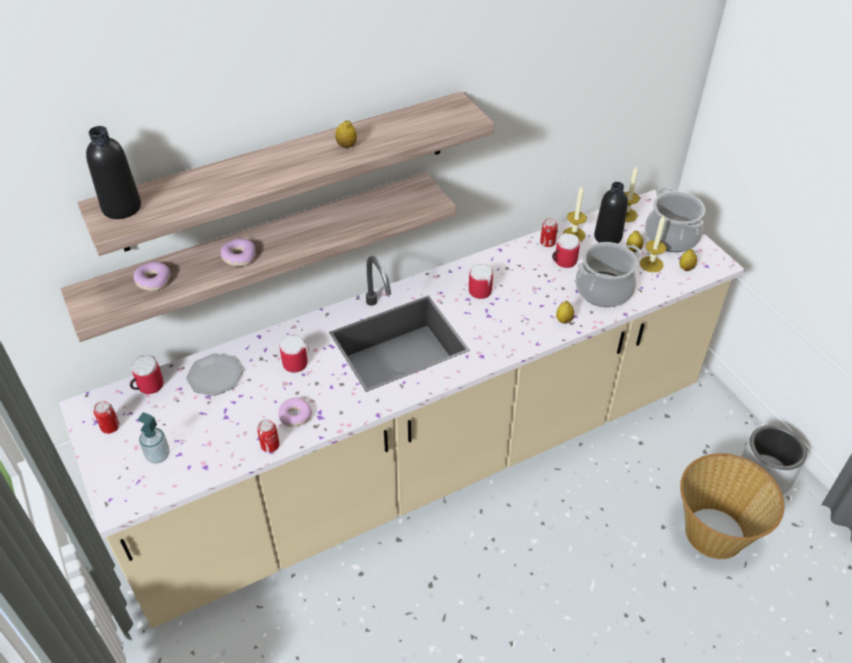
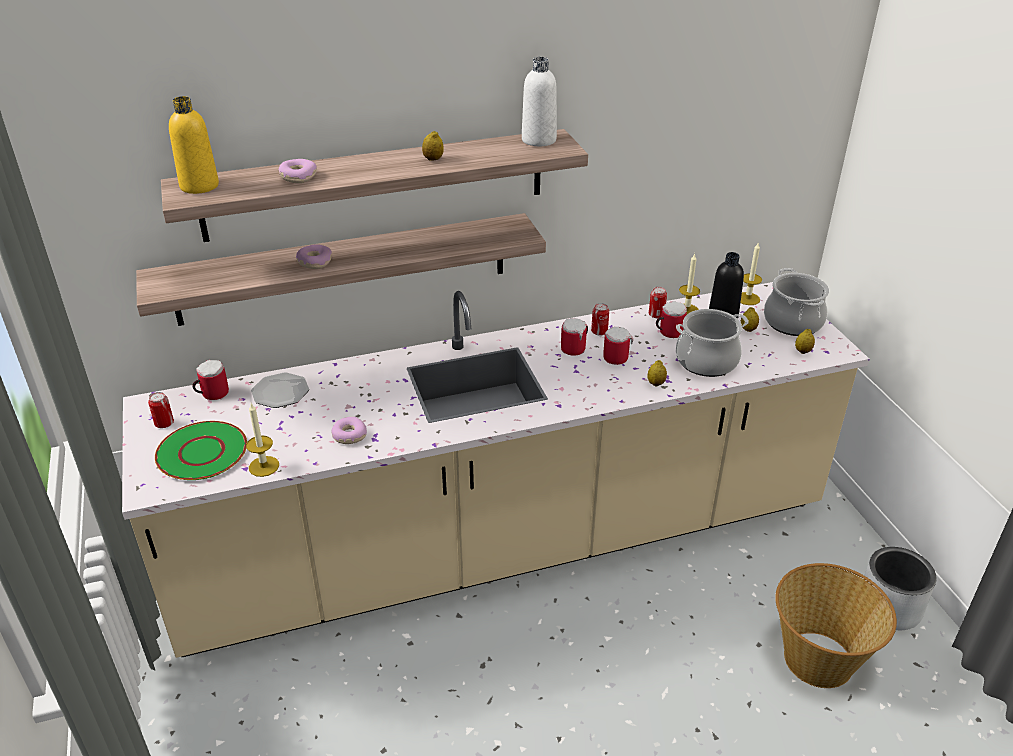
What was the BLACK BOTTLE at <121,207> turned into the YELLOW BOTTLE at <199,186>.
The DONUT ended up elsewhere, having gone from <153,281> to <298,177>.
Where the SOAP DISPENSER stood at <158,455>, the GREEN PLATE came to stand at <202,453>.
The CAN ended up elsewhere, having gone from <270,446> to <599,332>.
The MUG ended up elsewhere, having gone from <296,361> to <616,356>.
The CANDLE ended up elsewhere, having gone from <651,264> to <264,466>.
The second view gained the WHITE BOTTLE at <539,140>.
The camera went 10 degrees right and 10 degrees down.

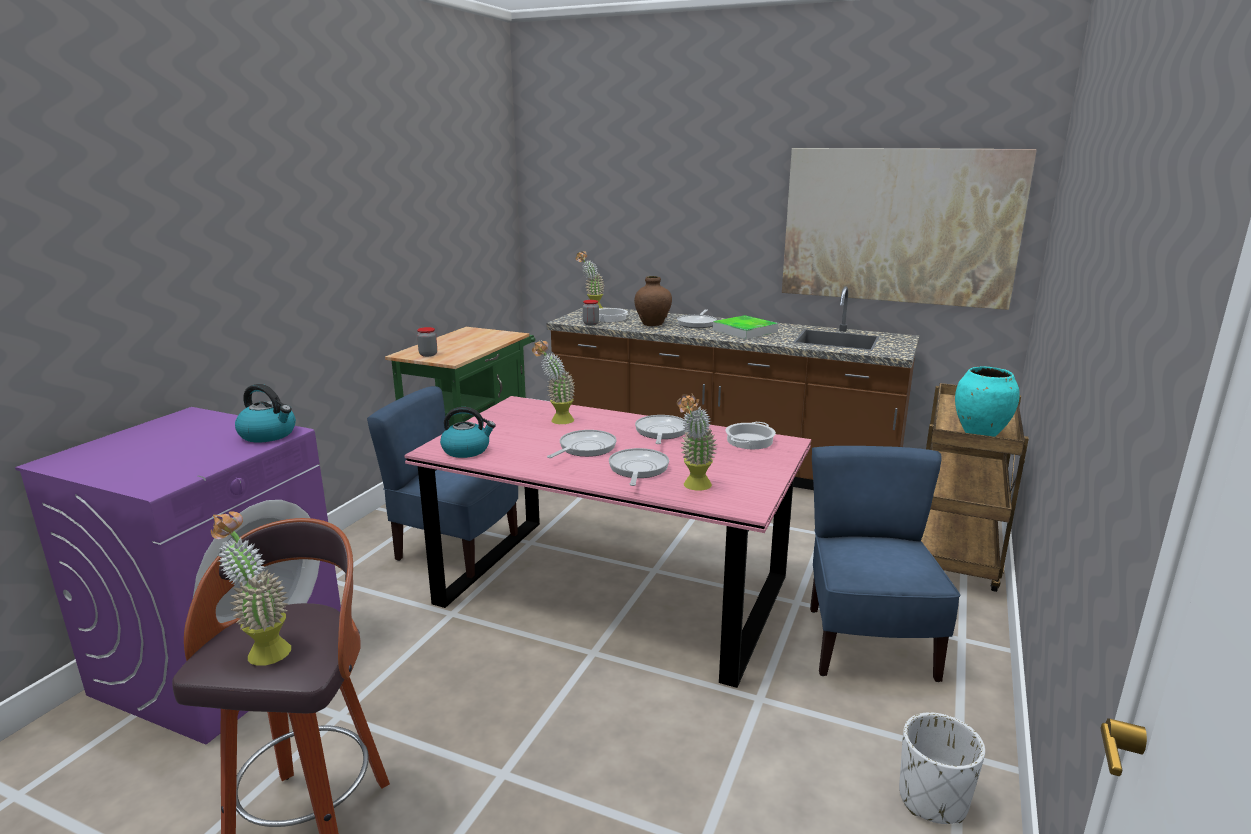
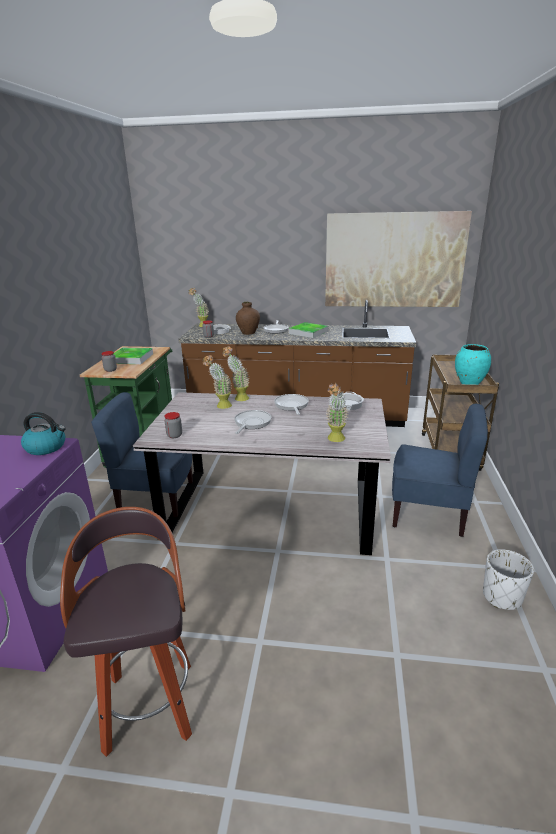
The POTTED PLANT ended up elsewhere, having gone from <262,649> to <238,398>.
What was the PINK DINING TABLE at <613,591> turned into the GREY DINING TABLE at <271,509>.
Where the KETTLE stood at <467,450>, the JAR came to stand at <174,435>.
The second view lost the FRYING PAN at <638,469>.
The BLUE CHAIR at <867,643> ended up facing another way, 120 degrees clockwise from before.
The second view gained the TRAY at <131,358>.
The camera went 15 degrees left and 5 degrees up.

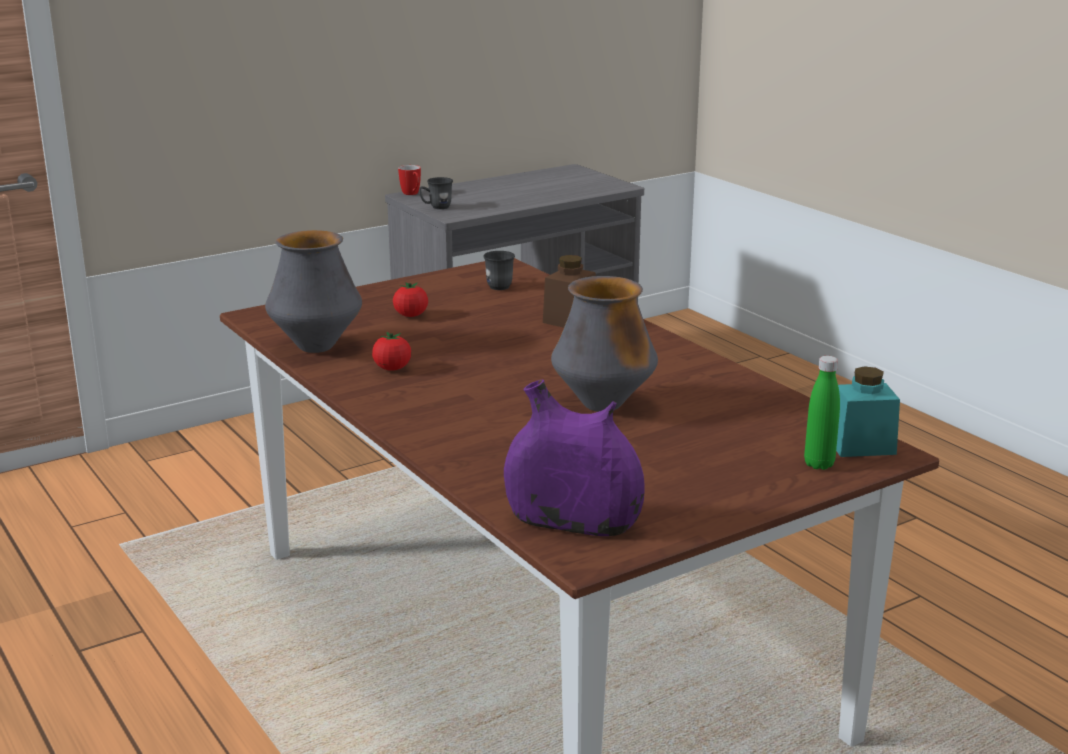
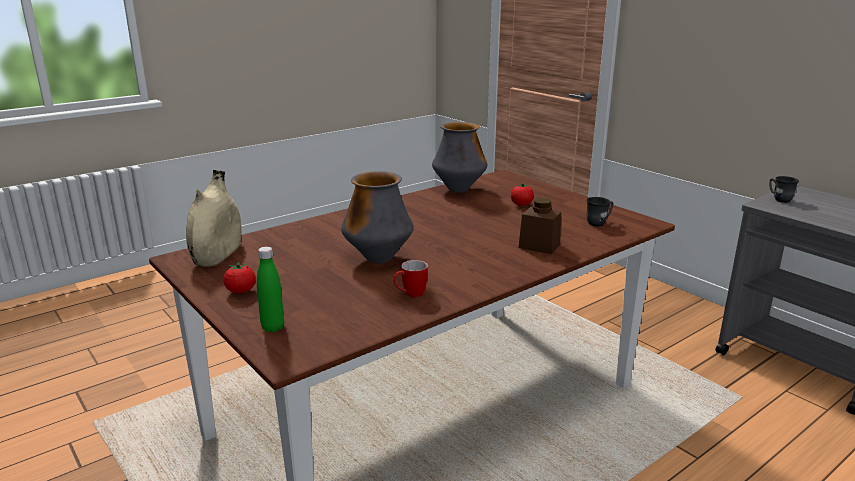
The TOMATO ended up elsewhere, having gone from <392,368> to <241,291>.
The MUG ended up elsewhere, having gone from <412,194> to <410,295>.
What was the PURPLE VASE at <572,522> turned into the BEIGE VASE at <217,254>.
The second view lost the TURQUOISE JAR at <861,446>.
The camera went 85 degrees right and 0 degrees up.

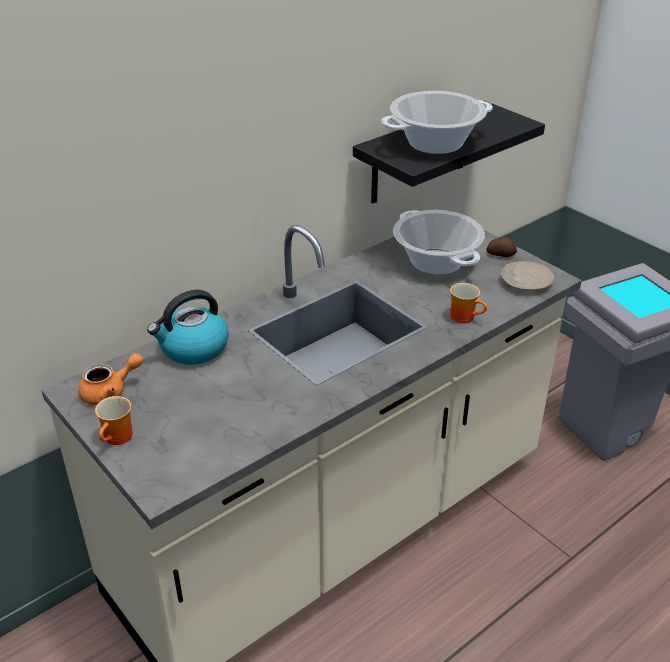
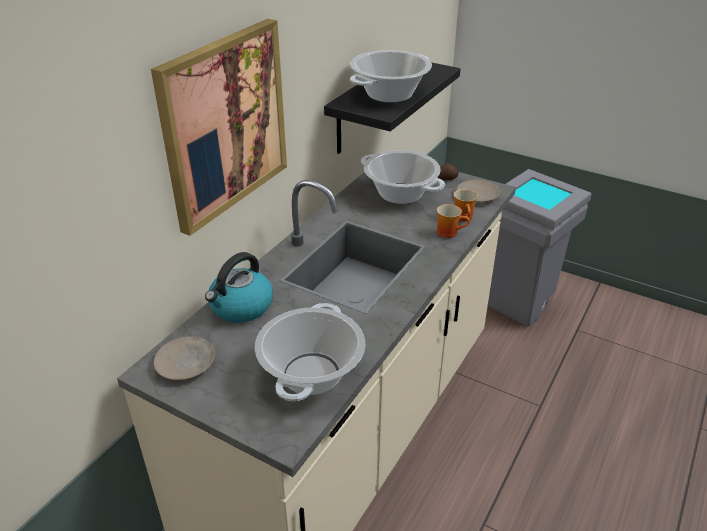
Where the ORANGE TEAPOT stood at <110,392>, the BEIGE PLATE came to stand at <186,363>.
The MUG ended up elsewhere, having gone from <119,438> to <465,218>.
The second view gained the PICTURE at <224,124>.
The second view gained the COOKING POT at <311,373>.
The camera went 20 degrees left and 0 degrees up.

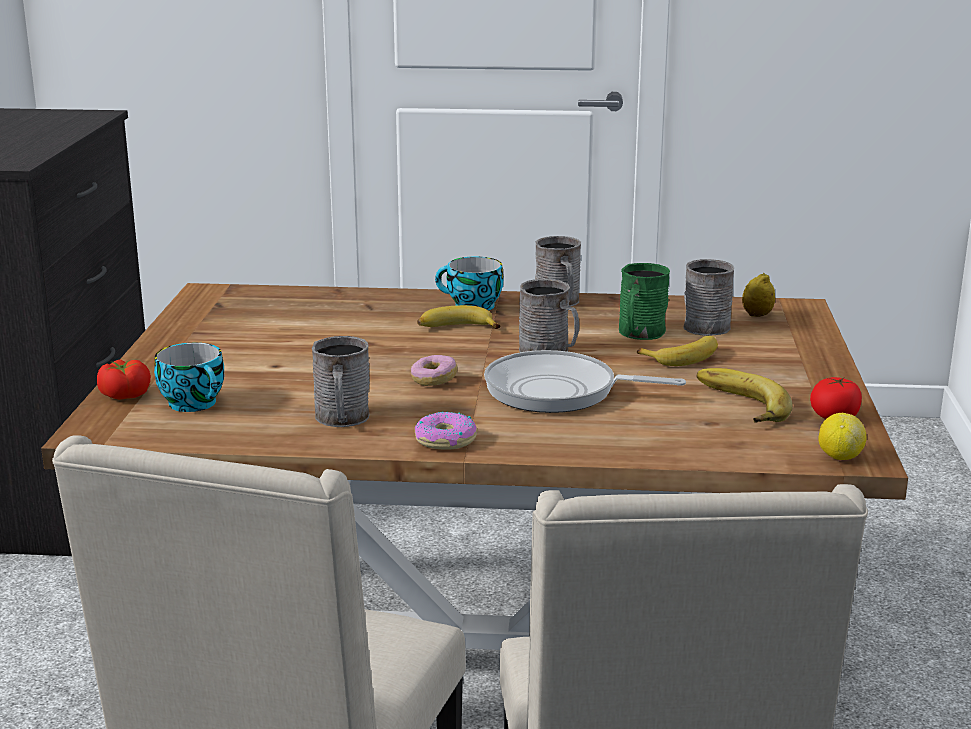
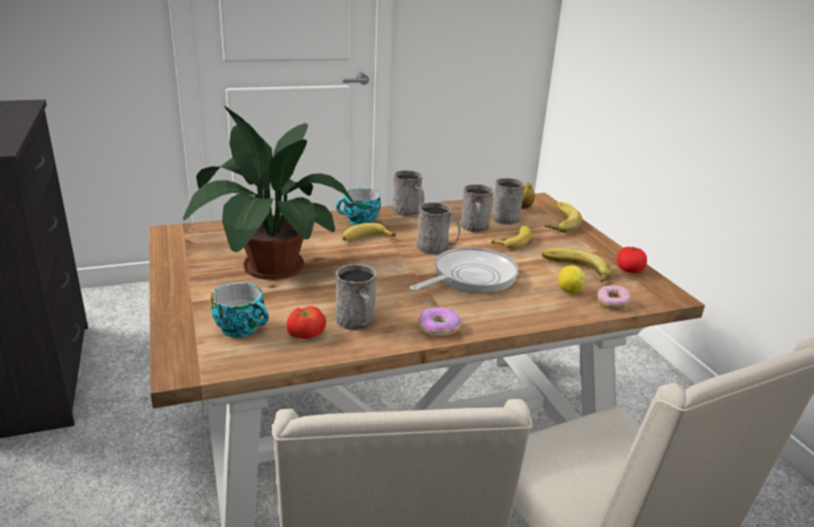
The TOMATO ended up elsewhere, having gone from <125,394> to <305,333>.
The DONUT ended up elsewhere, having gone from <434,380> to <612,304>.
The FRYING PAN at <558,392> ended up facing another way, 150 degrees clockwise from before.
What was the GREEN MUG at <640,333> turned into the GREY MUG at <475,228>.
The LEMON ended up elsewhere, having gone from <839,456> to <569,291>.
The second view gained the POTTED PLANT at <268,266>.
The second view gained the BANANA at <558,221>.
The camera went 25 degrees left and 5 degrees up.

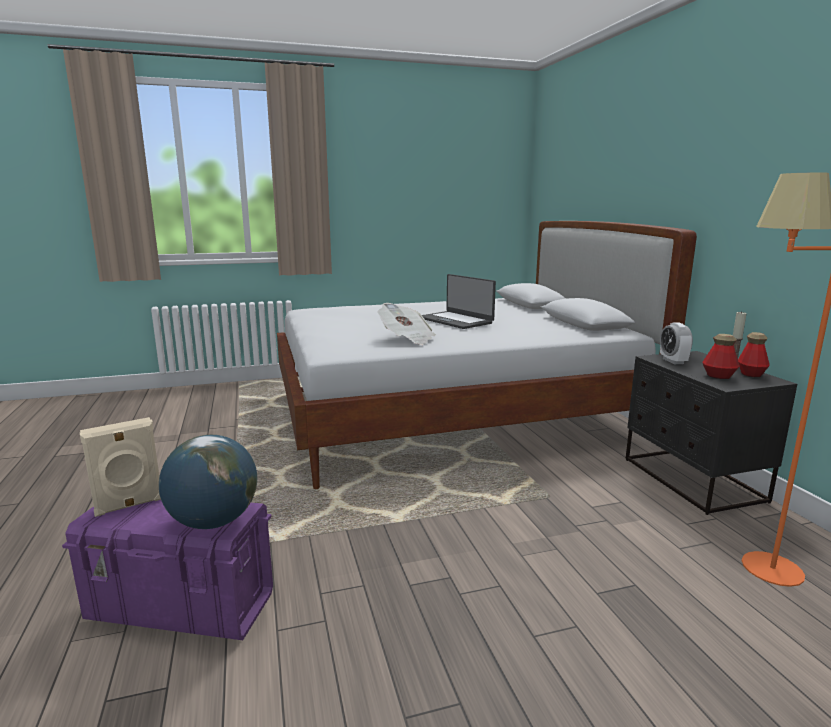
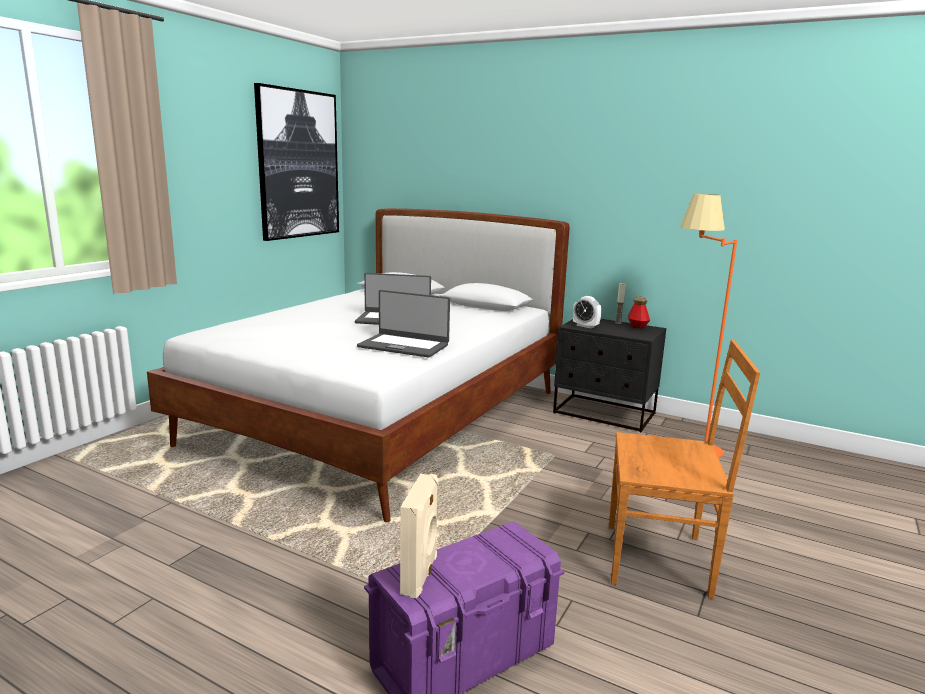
The second view lost the GLOBE at <214,522>.
Where the NEWSPAPER stood at <407,339>, the LAPTOP came to stand at <404,346>.
The second view lost the BOTTLE at <718,376>.
The second view gained the PICTURE at <298,164>.
The second view gained the BROWN CHAIR at <661,560>.
The camera went 45 degrees left and 0 degrees up.

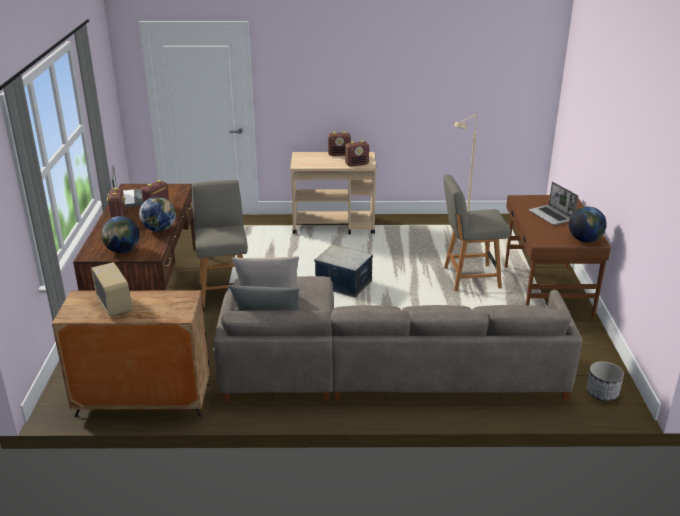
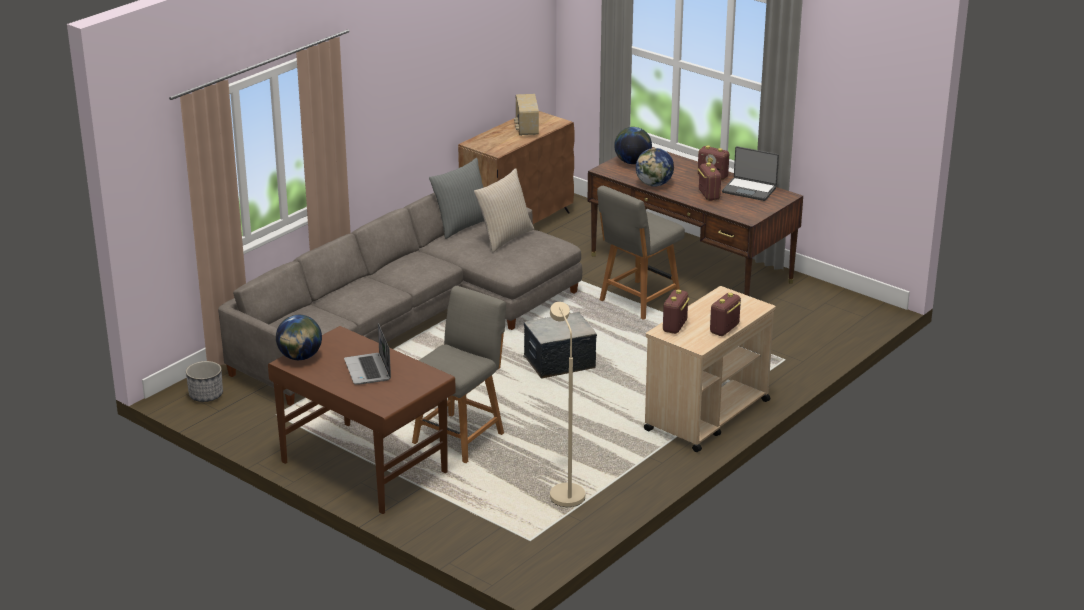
The RADIO at <114,304> ended up facing another way, 75 degrees clockwise from before.
The GREY CHAIR at <224,291> ended up facing another way, 105 degrees clockwise from before.
The LAPTOP at <551,216> ended up facing another way, 120 degrees counterclockwise from before.
The camera went 130 degrees right and 0 degrees up.

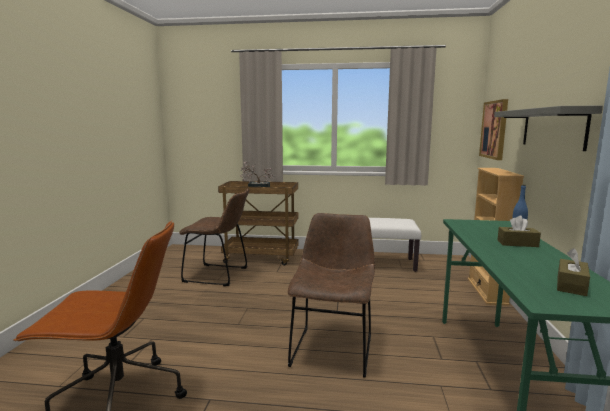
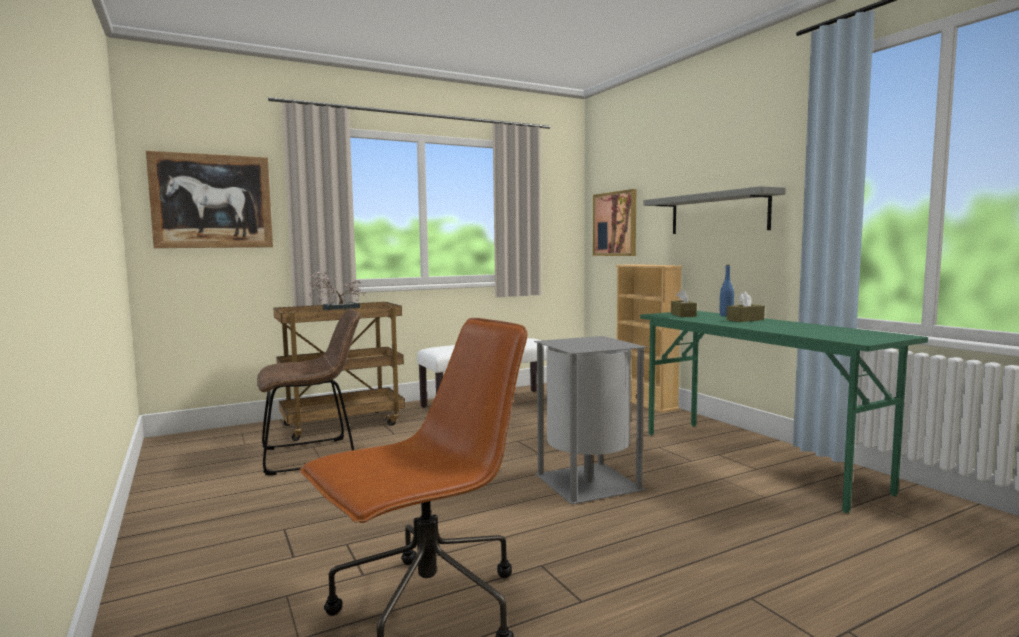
Where the BROWN CHAIR stood at <333,348>, the GREY TRASH CAN came to stand at <588,482>.
The BROWN TISSUE BOX ended up elsewhere, having gone from <571,285> to <683,315>.
The second view gained the PICTURE at <212,201>.
The camera went 35 degrees left and 5 degrees down.

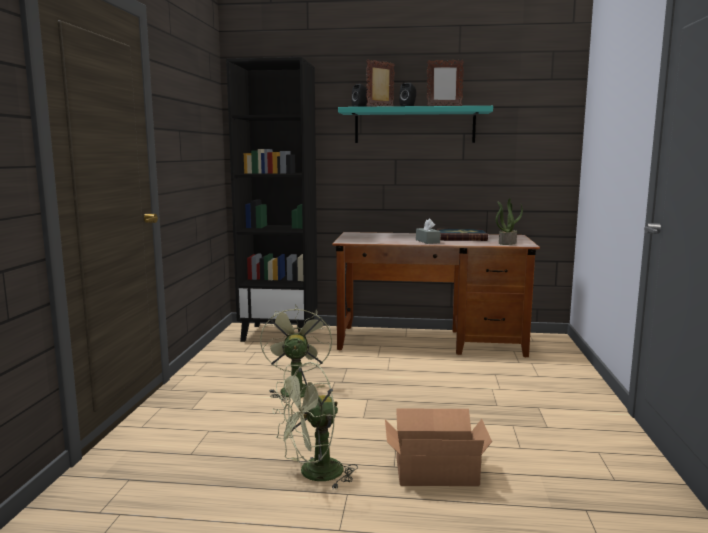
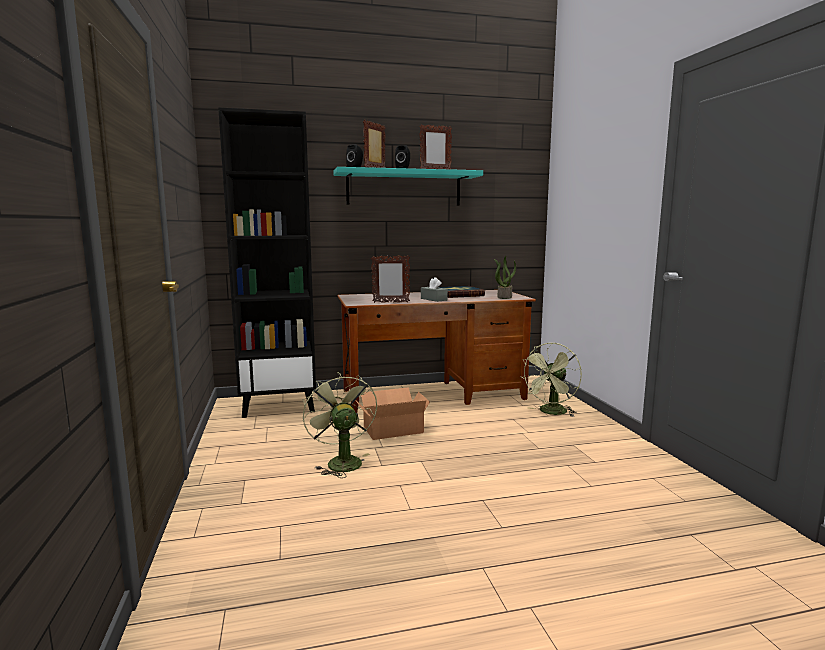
The GREEN FAN ended up elsewhere, having gone from <313,474> to <551,413>.
The CARDBOARD BOX ended up elsewhere, having gone from <434,470> to <391,429>.
The second view gained the PICTURE FRAME at <390,302>.
The camera went 20 degrees left and 0 degrees up.

